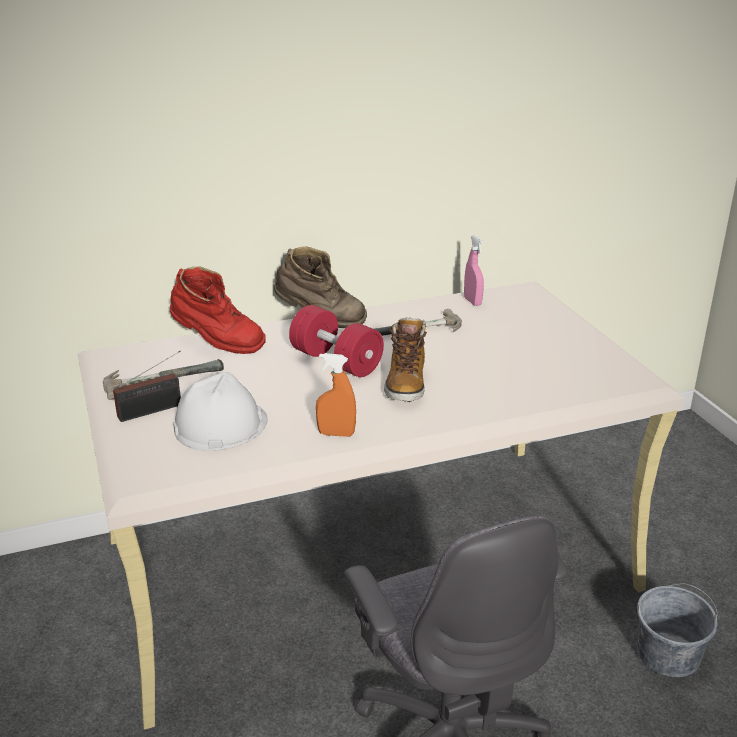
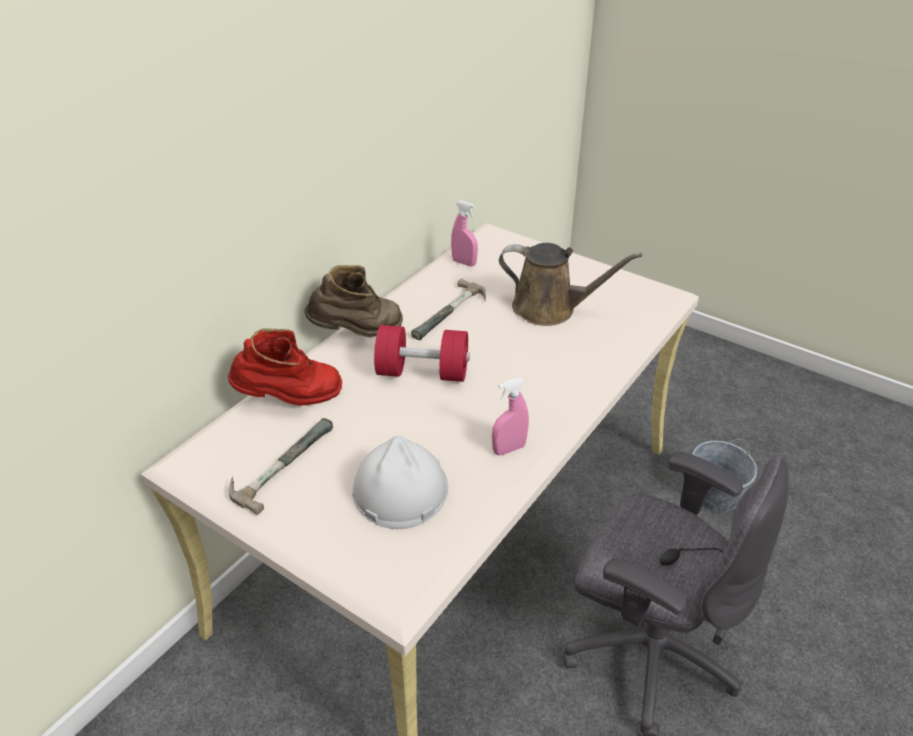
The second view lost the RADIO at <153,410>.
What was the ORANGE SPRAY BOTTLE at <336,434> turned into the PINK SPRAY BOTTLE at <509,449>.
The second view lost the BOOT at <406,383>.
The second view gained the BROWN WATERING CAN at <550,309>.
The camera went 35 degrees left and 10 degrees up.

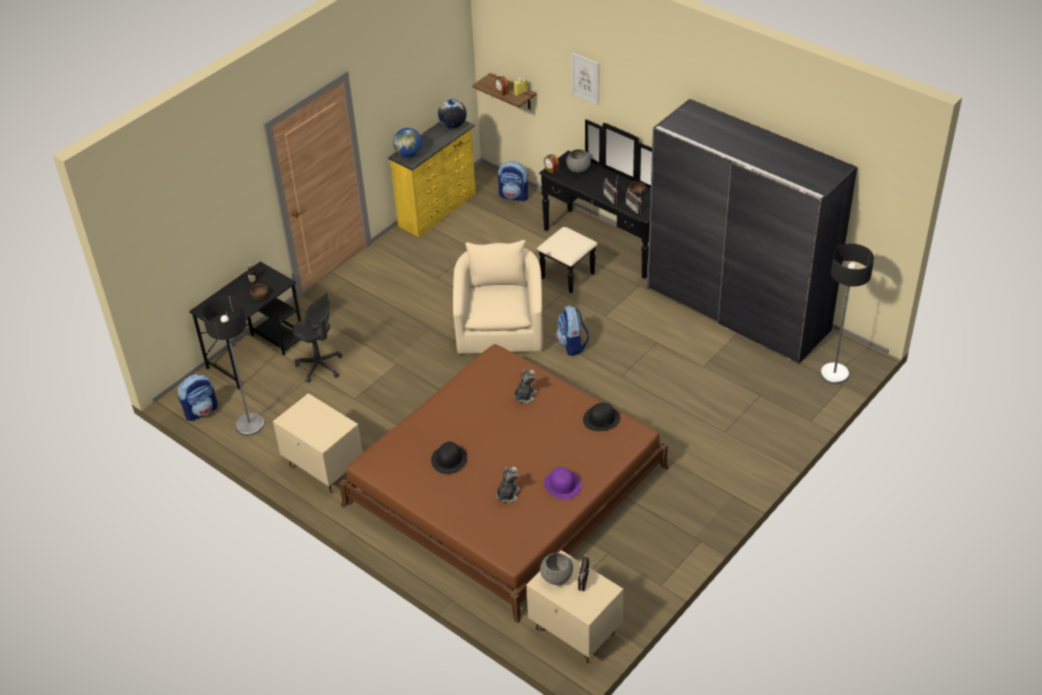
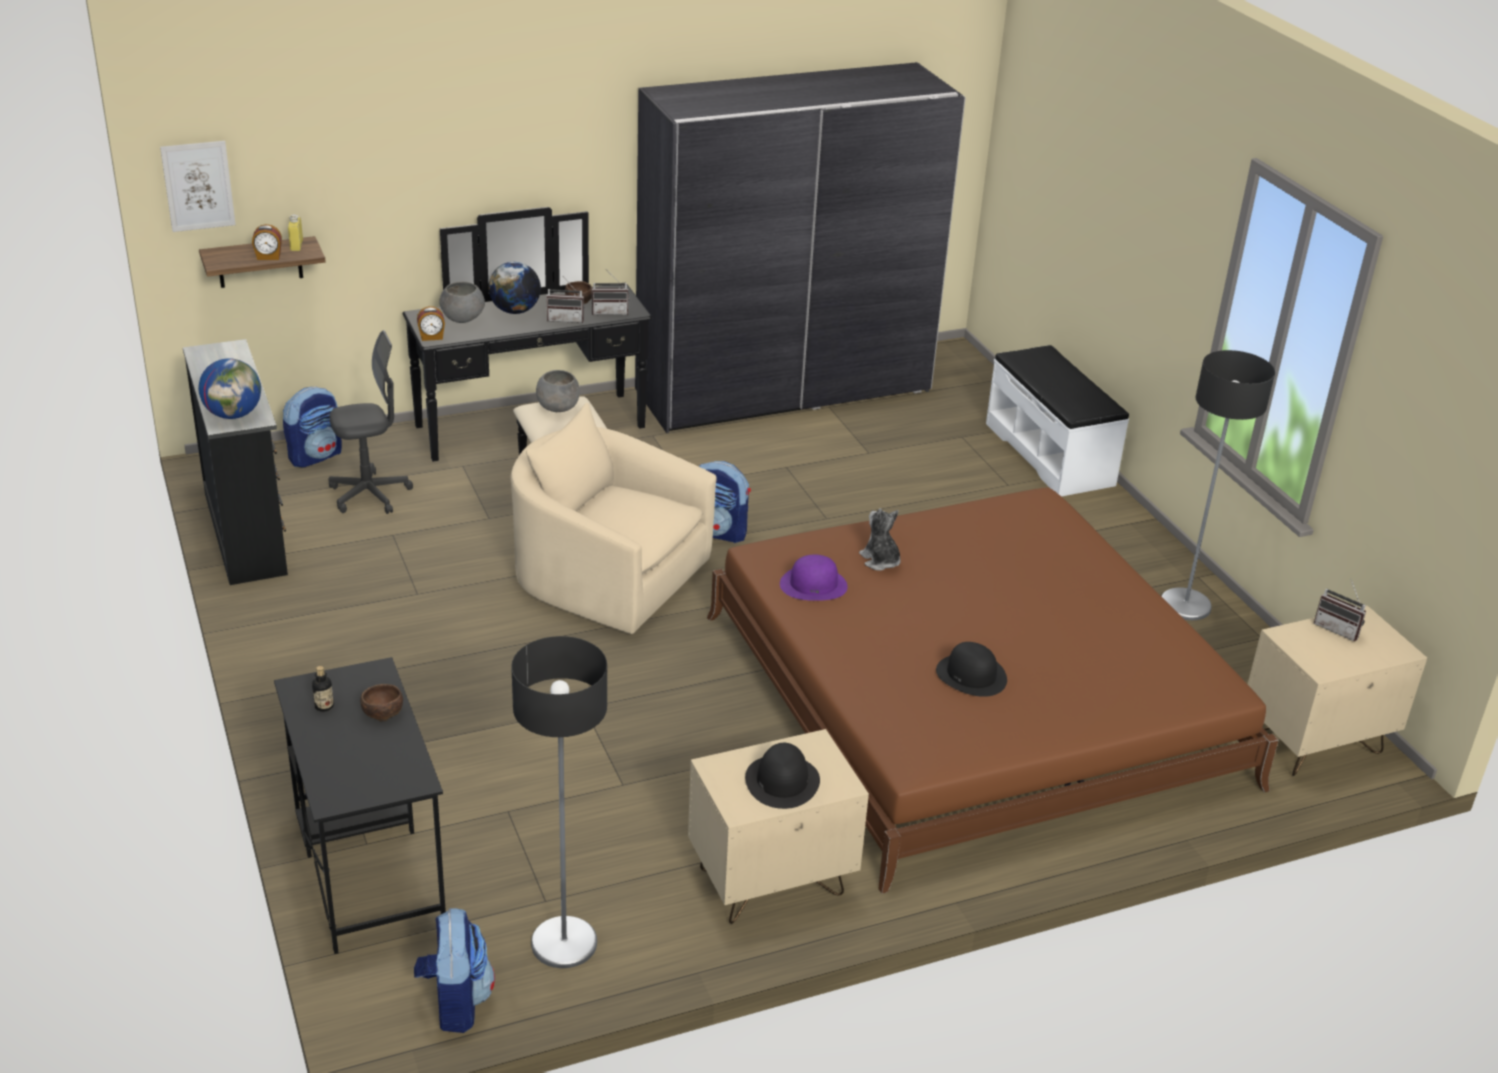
The GREY OFFICE CHAIR ended up elsewhere, having gone from <319,366> to <370,495>.
What was the YELLOW DRESSER at <438,210> turned into the BLACK DRESSER at <247,532>.
The GLOBE ended up elsewhere, having gone from <453,125> to <515,311>.
The second view lost the PLUSH TOY at <507,494>.
The GREY BOWL ended up elsewhere, having gone from <556,577> to <558,408>.
The PURPLE HAT ended up elsewhere, having gone from <562,484> to <813,585>.
The PICTURE ended up elsewhere, having gone from <585,78> to <198,186>.
The BLACK HAT ended up elsewhere, having gone from <601,419> to <782,781>.
The FLOOR LAMP ended up elsewhere, having gone from <834,374> to <1185,605>.
The second view gained the WHITE BENCH at <1050,454>.
The camera went 65 degrees left and 10 degrees down.

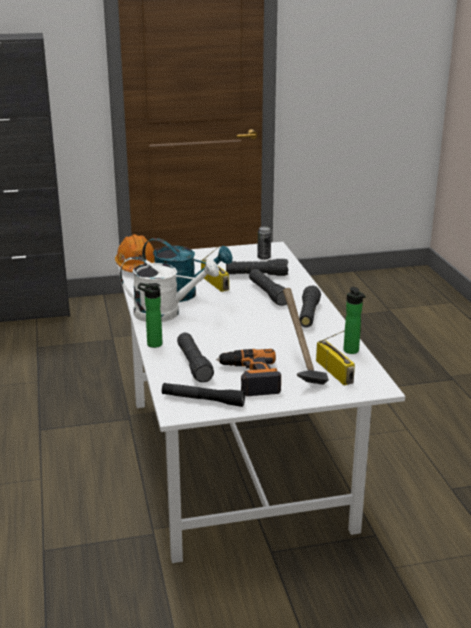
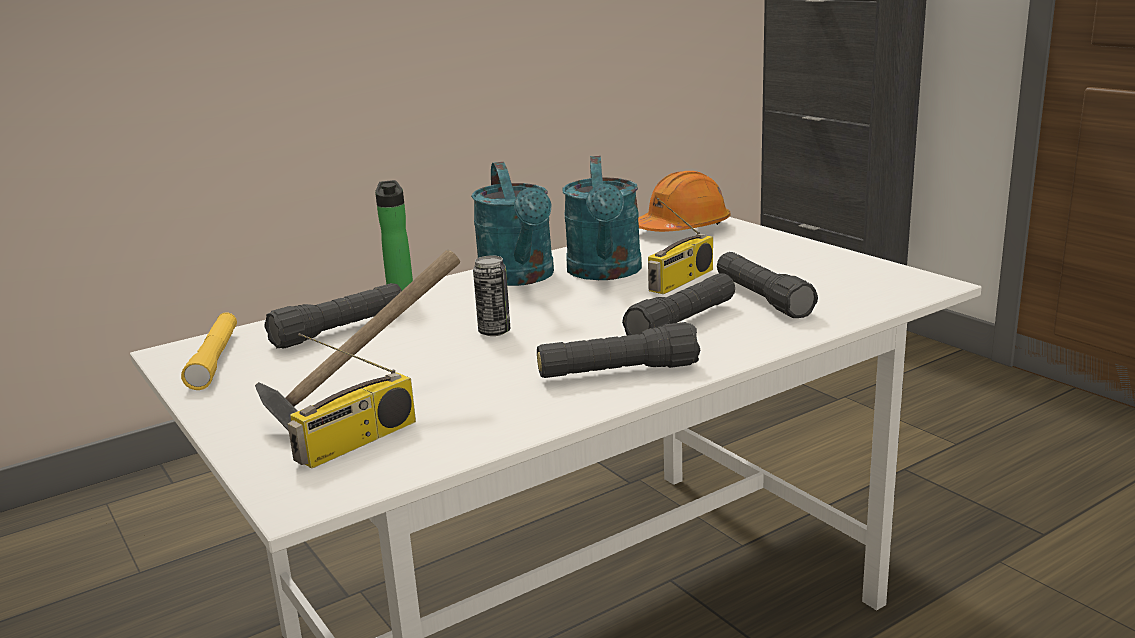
What was the WHITE WATERING CAN at <166,313> turned into the TURQUOISE WATERING CAN at <520,278>.
What was the BLACK FLASHLIGHT at <203,400> turned into the YELLOW FLASHLIGHT at <215,360>.
The second view lost the POWER DRILL at <249,378>.
The CAN ended up elsewhere, having gone from <264,257> to <494,332>.
The second view lost the BOTTLE at <352,351>.
The camera went 70 degrees right and 5 degrees down.

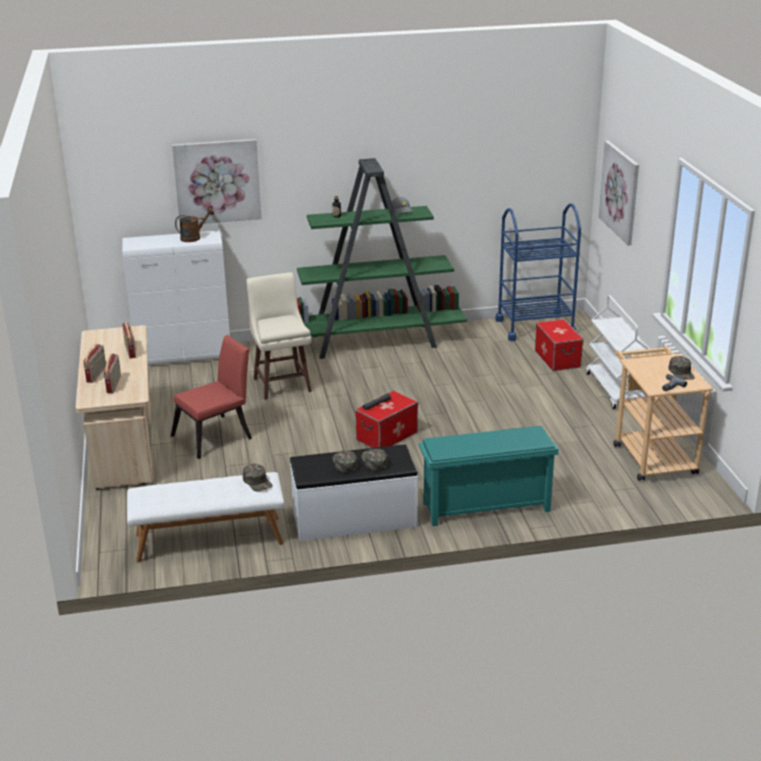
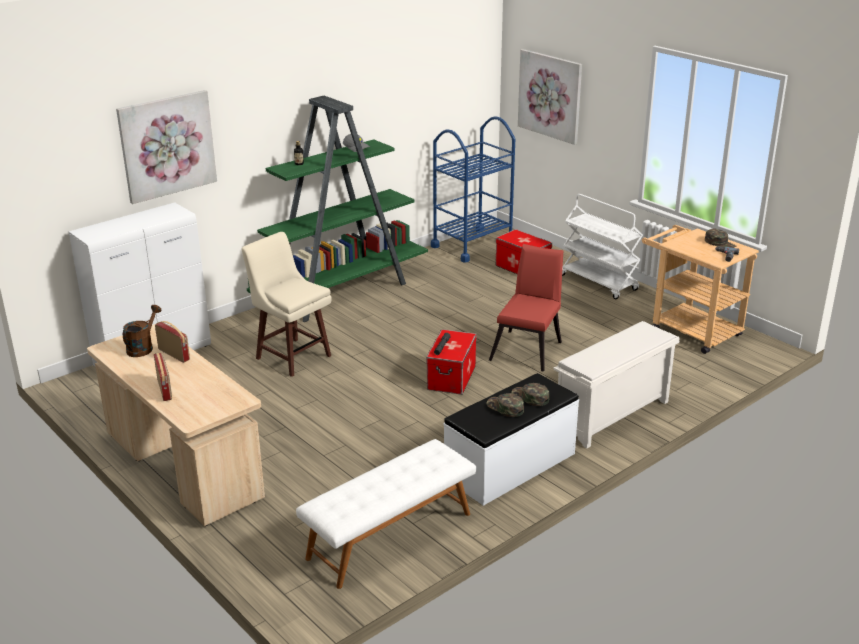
The second view lost the RADIO at <114,384>.
The RED CHAIR ended up elsewhere, having gone from <216,436> to <528,349>.
The BROWN WATERING CAN ended up elsewhere, having gone from <194,237> to <142,347>.
The second view lost the GREEN CAP at <257,481>.
What was the TURQUOISE SHOE RACK at <485,508> turned into the WHITE SHOE RACK at <612,416>.
The camera went 30 degrees left and 0 degrees up.

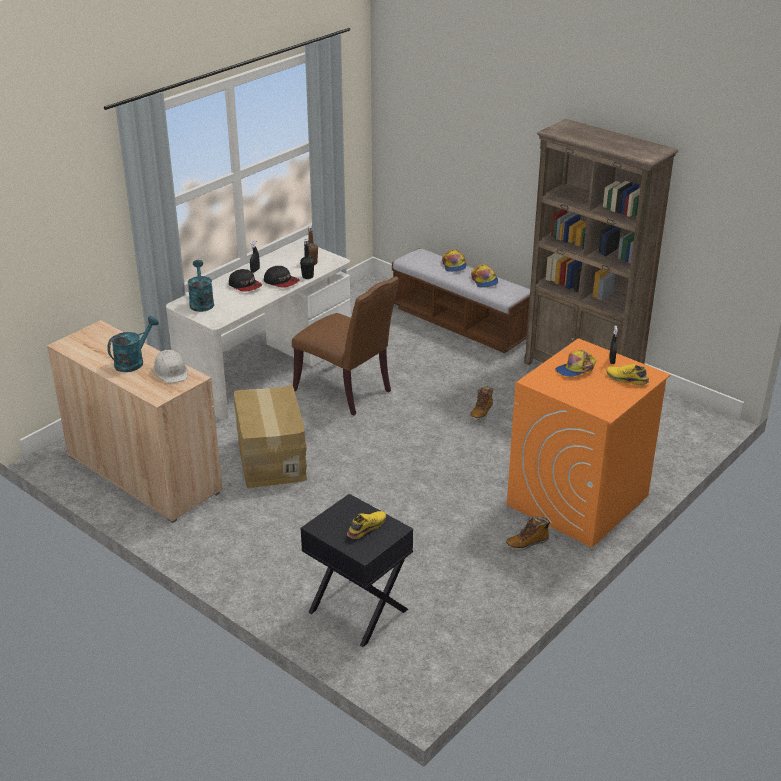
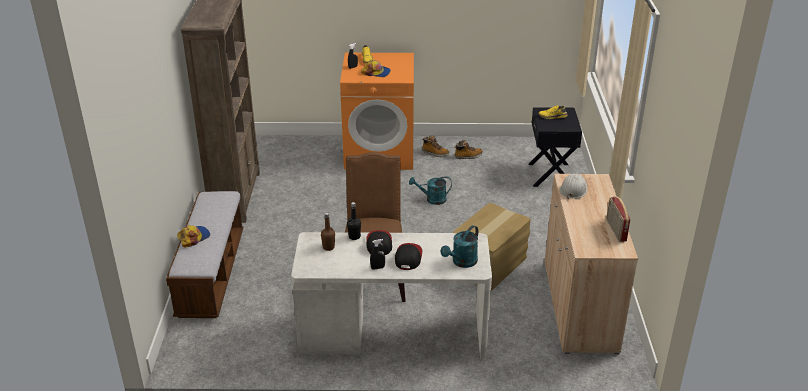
The TURQUOISE WATERING CAN ended up elsewhere, having gone from <133,361> to <432,199>.
The BOOT ended up elsewhere, having gone from <481,412> to <468,156>.
The second view lost the CAP at <484,280>.
The second view gained the RADIO at <615,230>.
The camera went 130 degrees left and 0 degrees up.

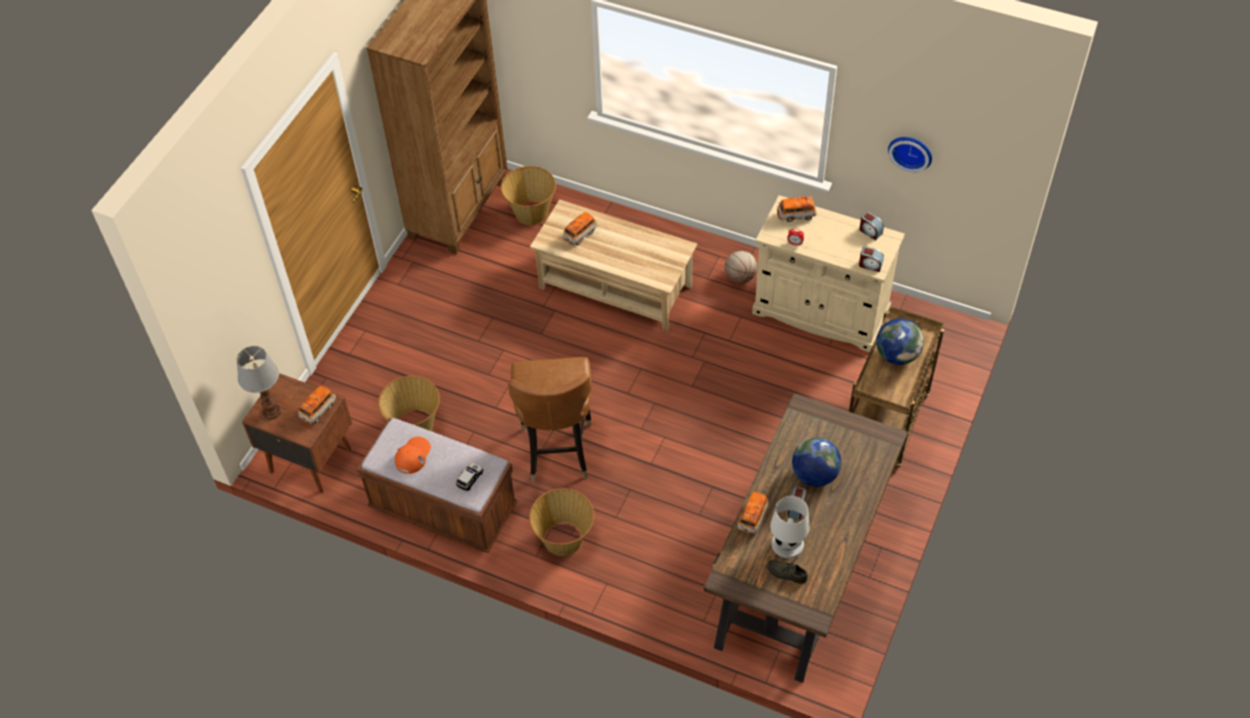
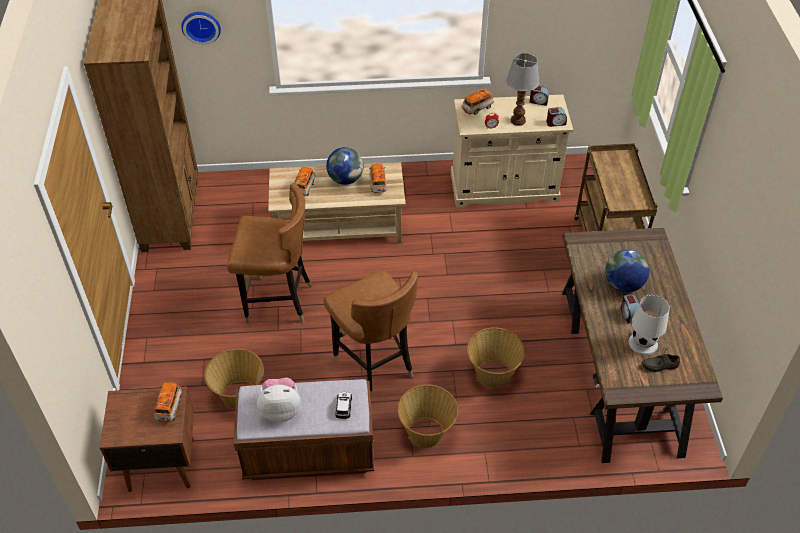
The TABLE LAMP ended up elsewhere, having gone from <271,412> to <518,121>.
Where the ORANGE CAP stood at <413,456>, the PLUSH TOY came to stand at <280,410>.
The BASKET ended up elsewhere, having gone from <531,212> to <492,373>.
The second view lost the BASKETBALL at <740,277>.
The TOY CAR ended up elsewhere, having gone from <752,518> to <378,184>.
The GLOBE ended up elsewhere, having gone from <897,355> to <345,179>.
The WALL CLOCK ended up elsewhere, having gone from <911,151> to <201,26>.
The second view gained the BROWN CHAIR at <277,302>.
The camera went 30 degrees left and 5 degrees down.

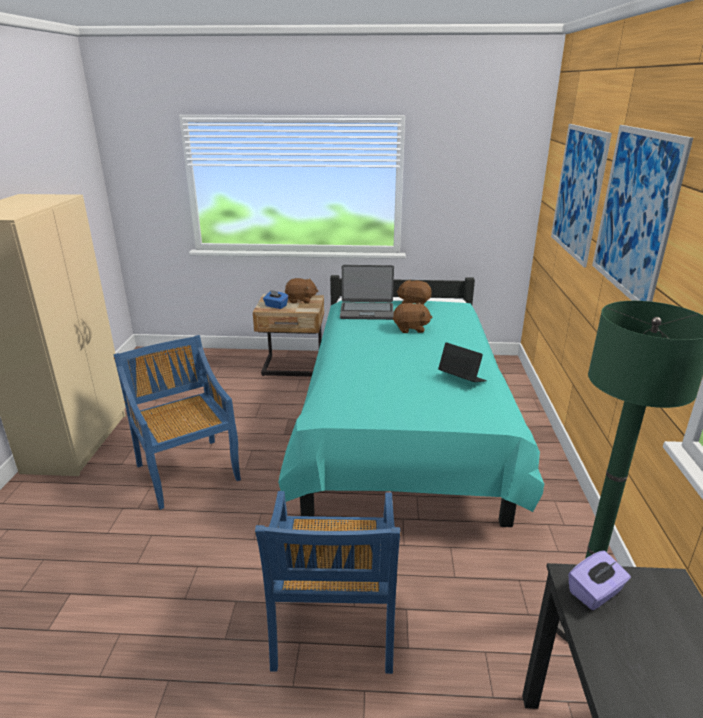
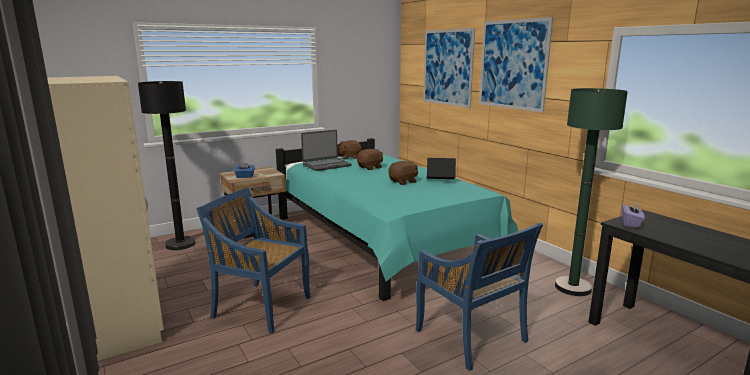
The BROWN PLUSH TOY ended up elsewhere, having gone from <301,300> to <403,182>.
The second view gained the BLACK FLOOR LAMP at <180,244>.
The camera went 35 degrees left and 10 degrees down.

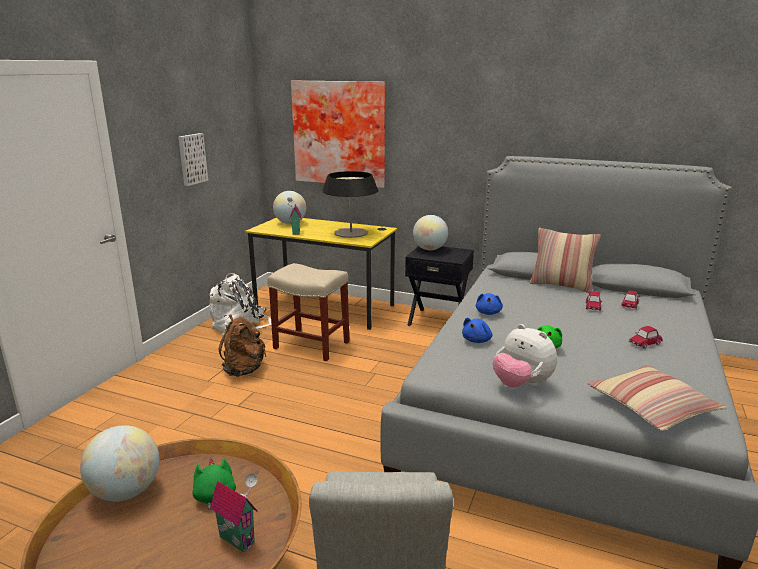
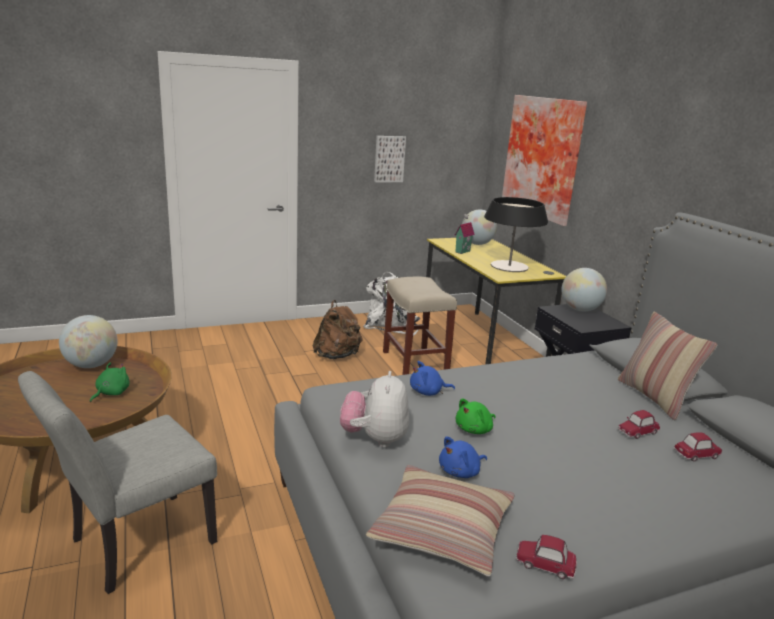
The second view lost the TOY HOUSE at <239,538>.
The BLUE PLUSH TOY ended up elsewhere, having gone from <488,312> to <461,472>.
The TOY CAR ended up elsewhere, having gone from <644,343> to <545,564>.
The camera went 45 degrees right and 0 degrees up.

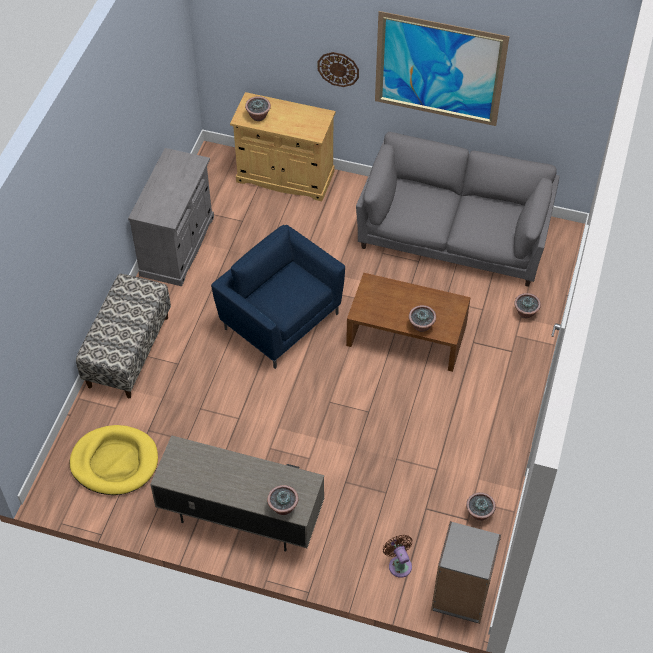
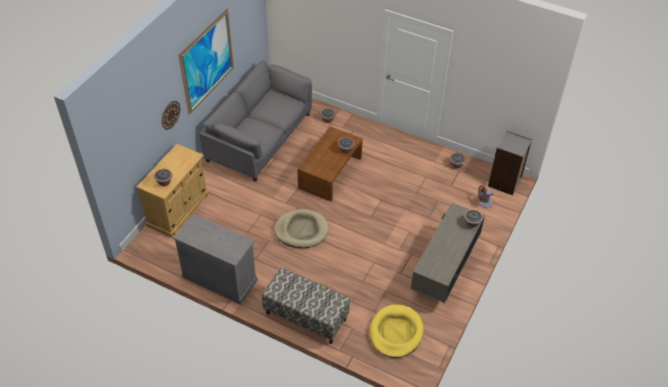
Where the BLUE ARMCHAIR stood at <280,319>, the BEIGE DOG BED came to stand at <301,230>.
The camera went 80 degrees left and 5 degrees down.

